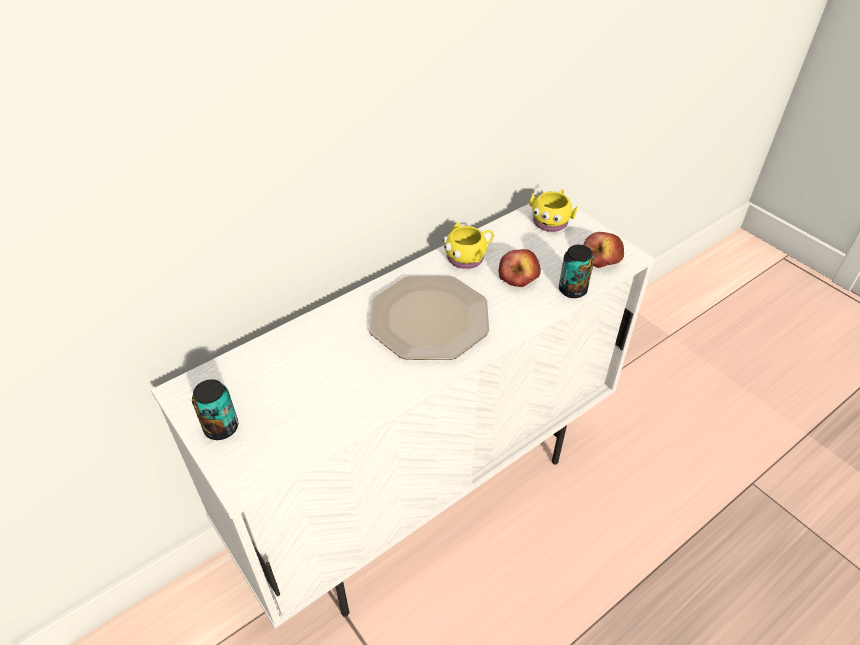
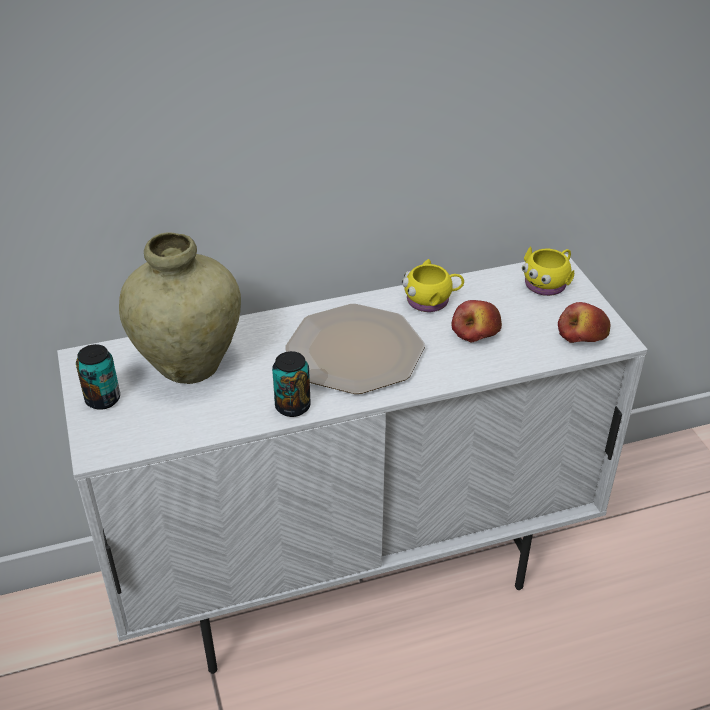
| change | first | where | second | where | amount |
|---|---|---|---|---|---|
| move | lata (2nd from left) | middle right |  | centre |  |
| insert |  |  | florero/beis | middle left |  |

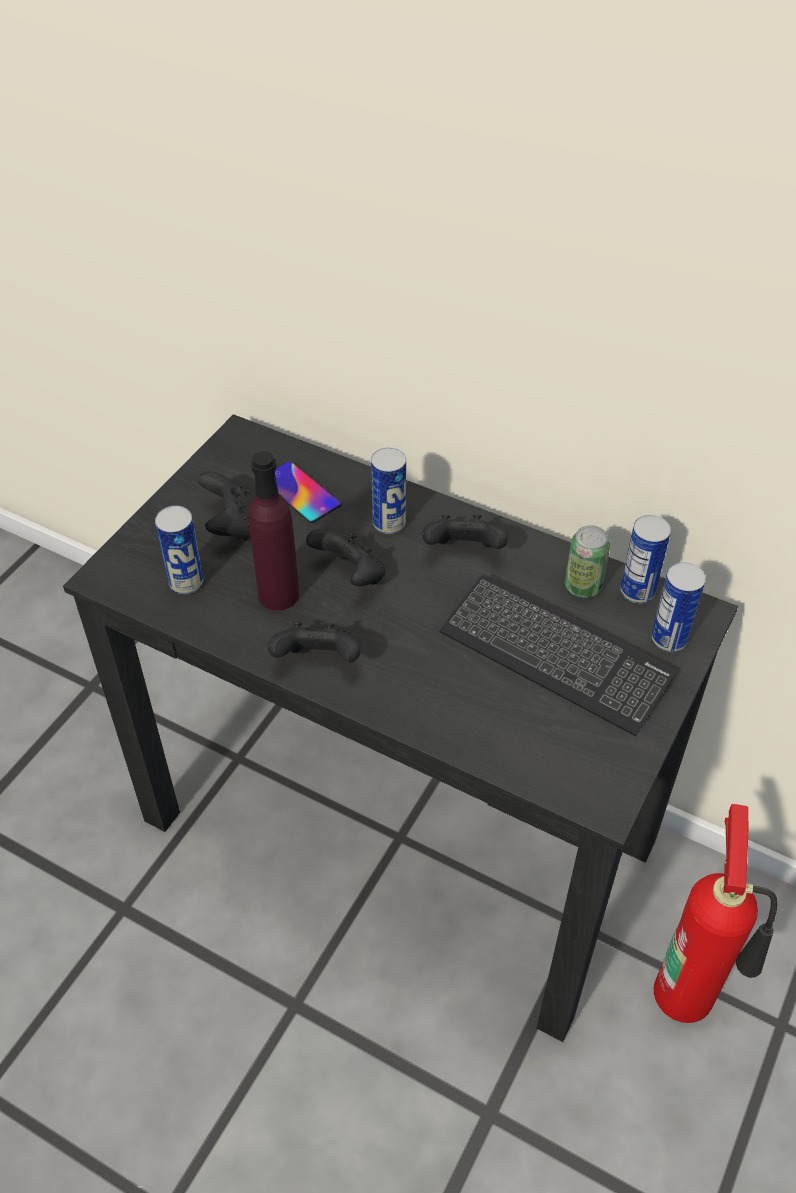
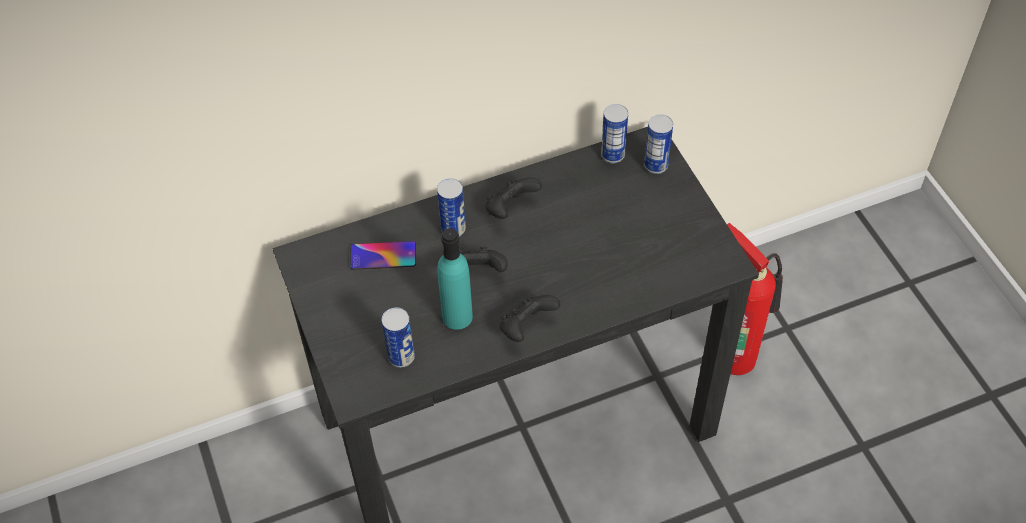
| change | first | where | second | where | amount |
|---|---|---|---|---|---|
| delete | mando de consola/negro (1st from left) | middle left |  |  |  |
| recolor | botella/morado | centre | botella/turquesa | centre |  |
| delete | teclado | middle right |  |  |  |
| delete | lata (3rd from left) | middle right |  |  |  |

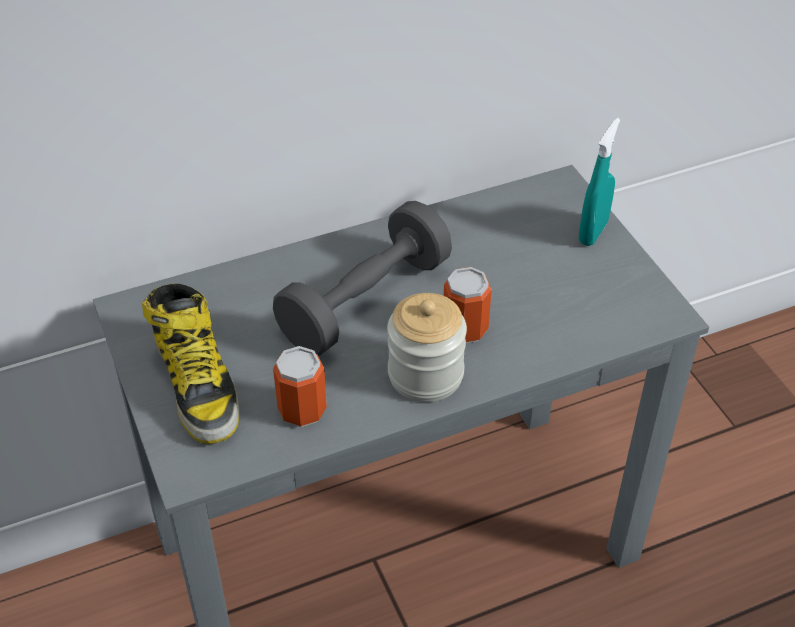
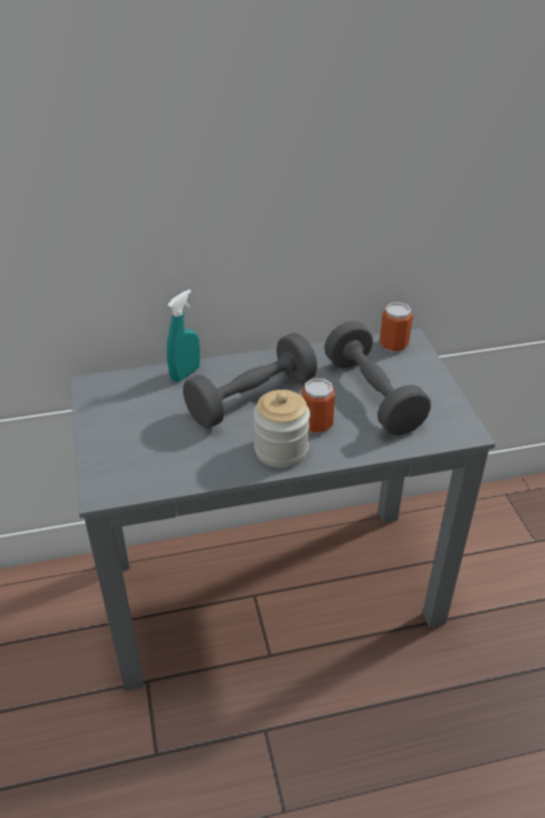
| change | first | where | second | where | amount |
|---|---|---|---|---|---|
| delete | bota | middle left |  |  |  |
| move | lata (1st from left in the first image) | centre | lata (2nd from left) | middle right |  |
| move | pulverizador/turquesa | top right |  | centre |  |
| insert |  |  | mancuerna/gris (2nd from left) | middle right |  |

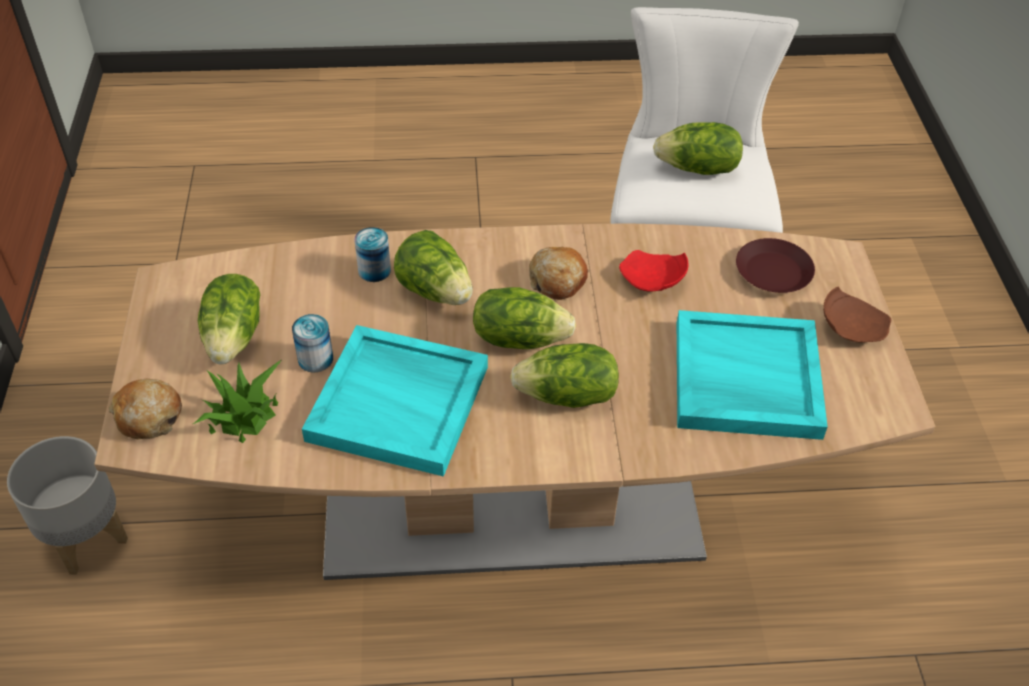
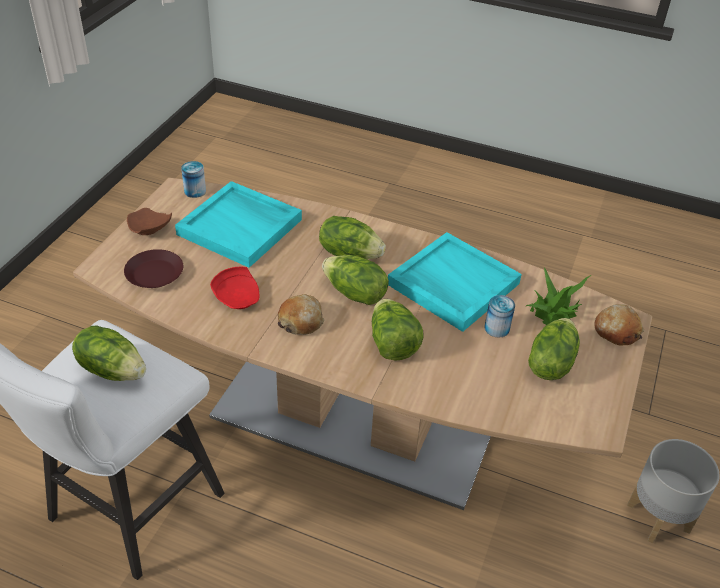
| change | first | where | second | where | amount |
|---|---|---|---|---|---|
| move | lata (2nd from left in the first image) | centre | lata (1st from left) | top left |  |

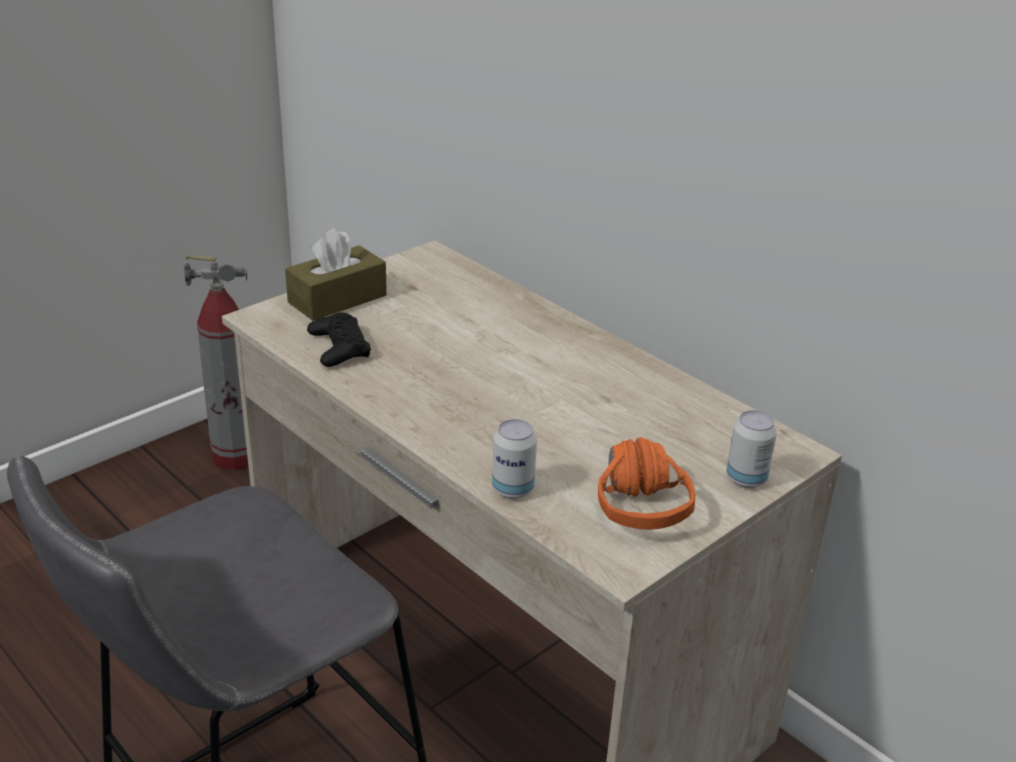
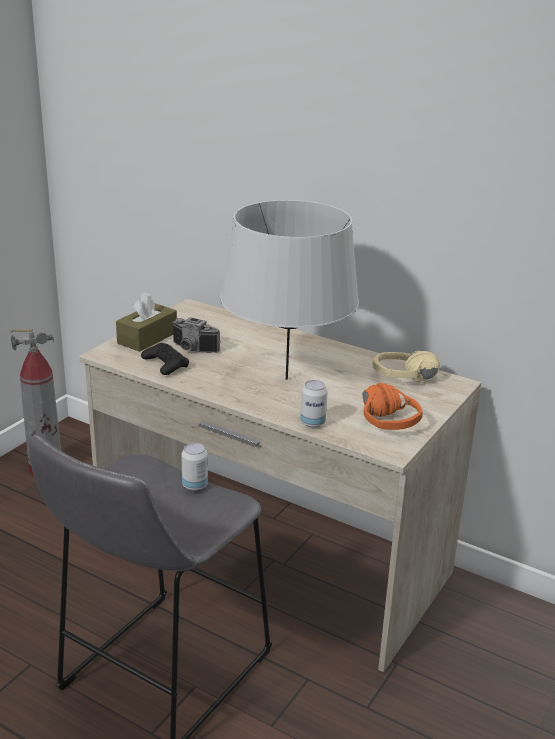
| change | first | where | second | where | amount |
|---|---|---|---|---|---|
| move | lata (2nd from left in the first image) | middle right | lata (1st from left) | centre |  |
| insert |  |  | cámara | centre |  |
| insert |  |  | lámpara de mesa/gris | centre |  |
| insert |  |  | auriculares/beis | middle right |  |

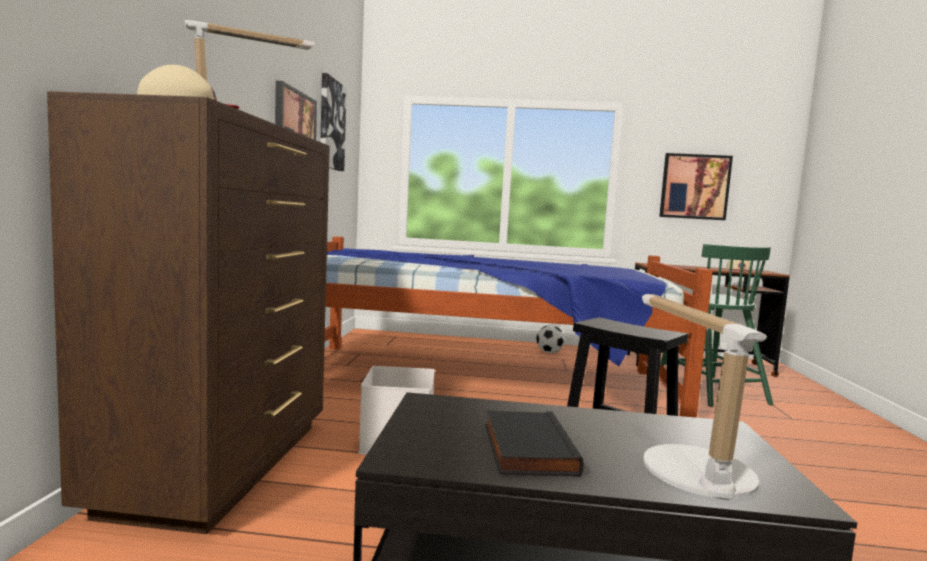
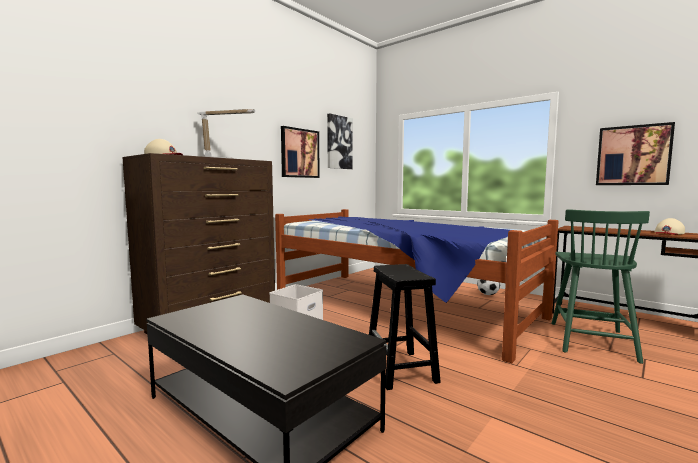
| change | first | where | second | where | amount |
|---|---|---|---|---|---|
| delete | libro/negro | bottom centre |  |  |  |
| delete | lámpara de mesa (2nd from left) | bottom right |  |  |  |

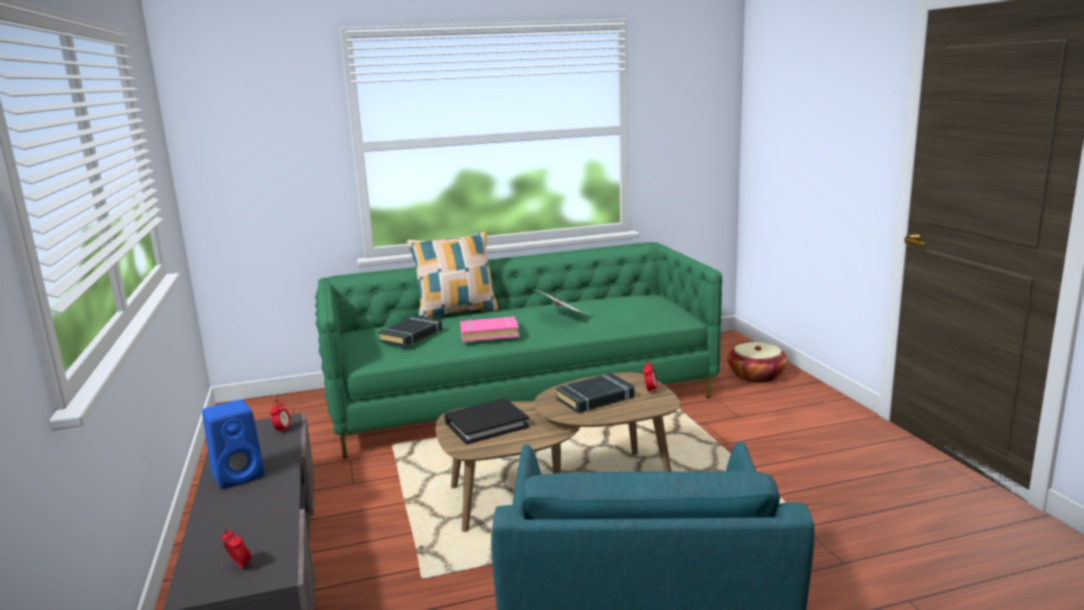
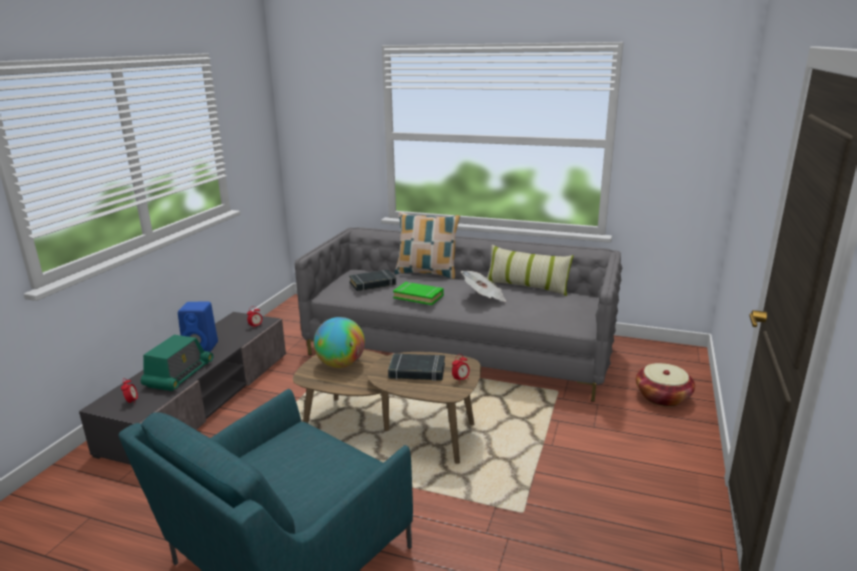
| change | first | where | second | where | amount |
|---|---|---|---|---|---|
| recolor | sofá/verde | centre | sofá/gris | centre |  |
| replace | libro/negro (2nd from left) | bottom centre | globo terráqueo | centre |  |
| recolor | libro/rosa | centre | libro/verde | centre |  |
| insert |  |  | radio | middle left |  |
| insert |  |  | cojín (2nd from left) | centre |  |

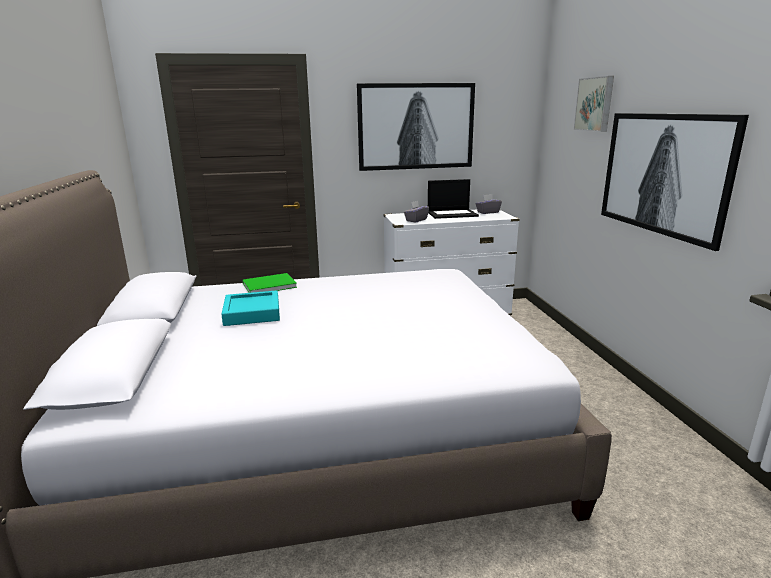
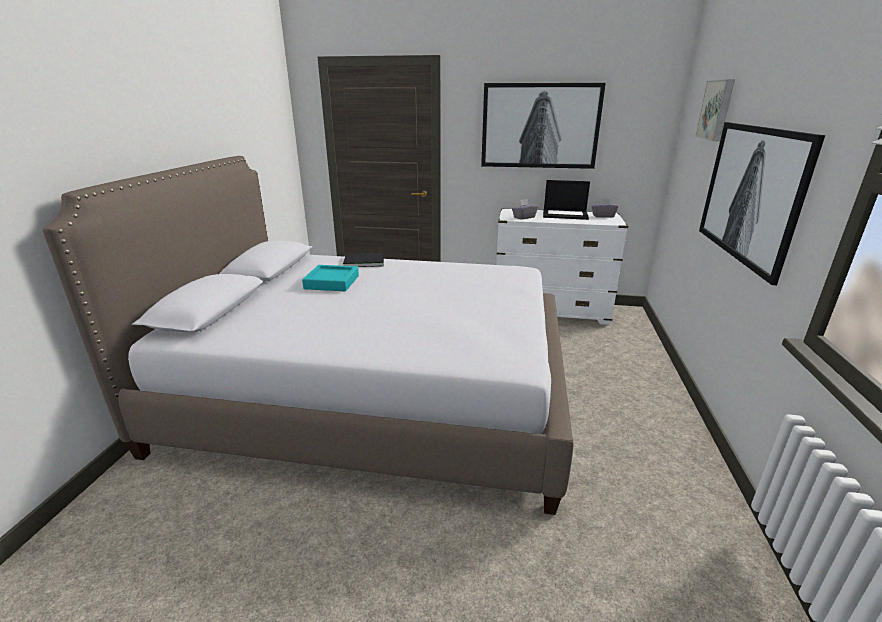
| change | first | where | second | where | amount |
|---|---|---|---|---|---|
| recolor | libro/verde | centre | libro/negro | centre |  |

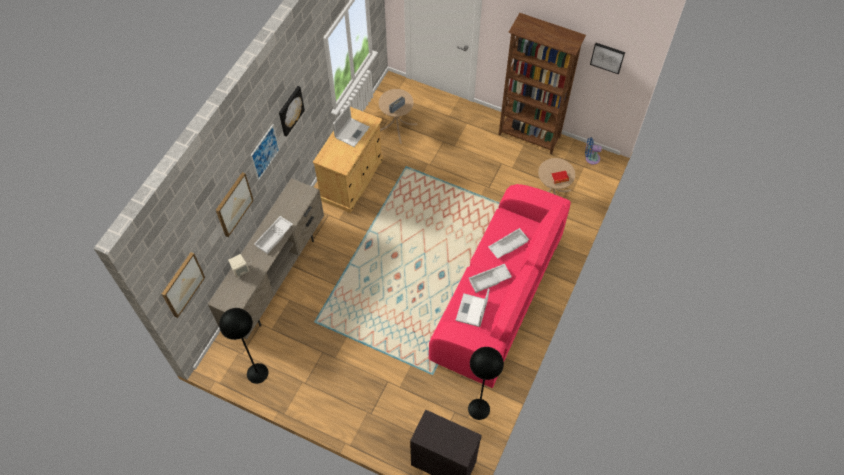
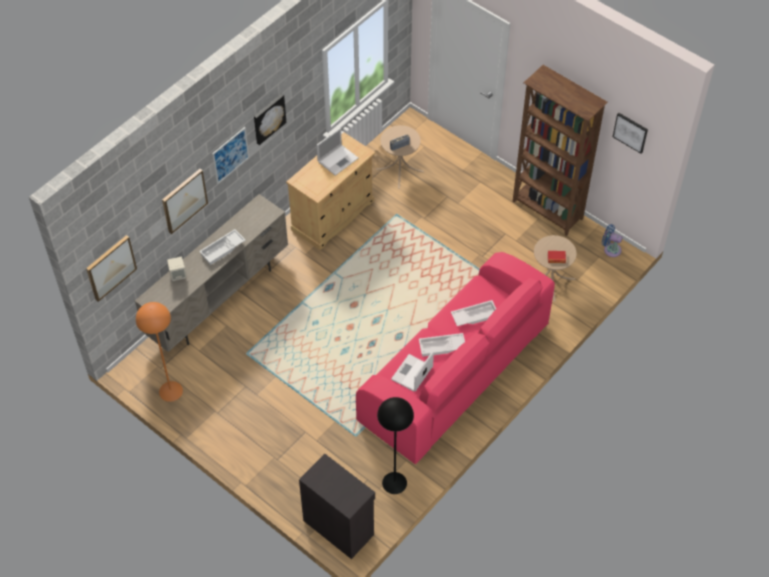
| change | first | where | second | where | amount |
|---|---|---|---|---|---|
| recolor | lámpara de pie/negro (1st from left) | bottom left | lámpara de pie/naranja | middle left |  |

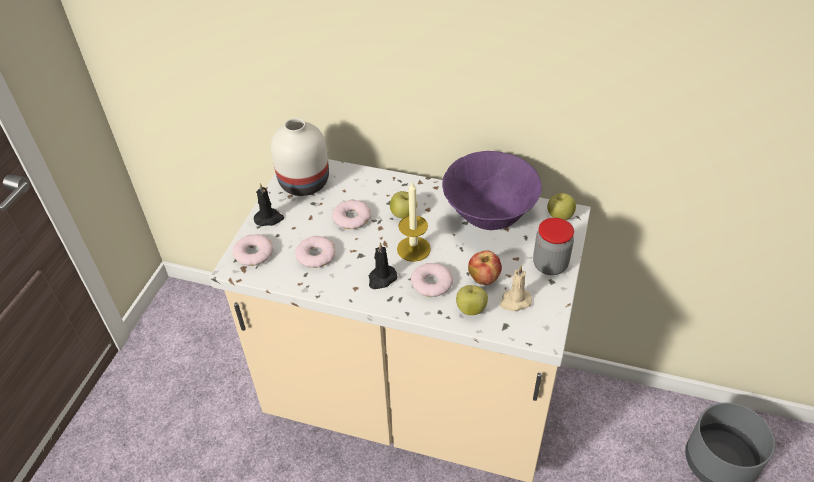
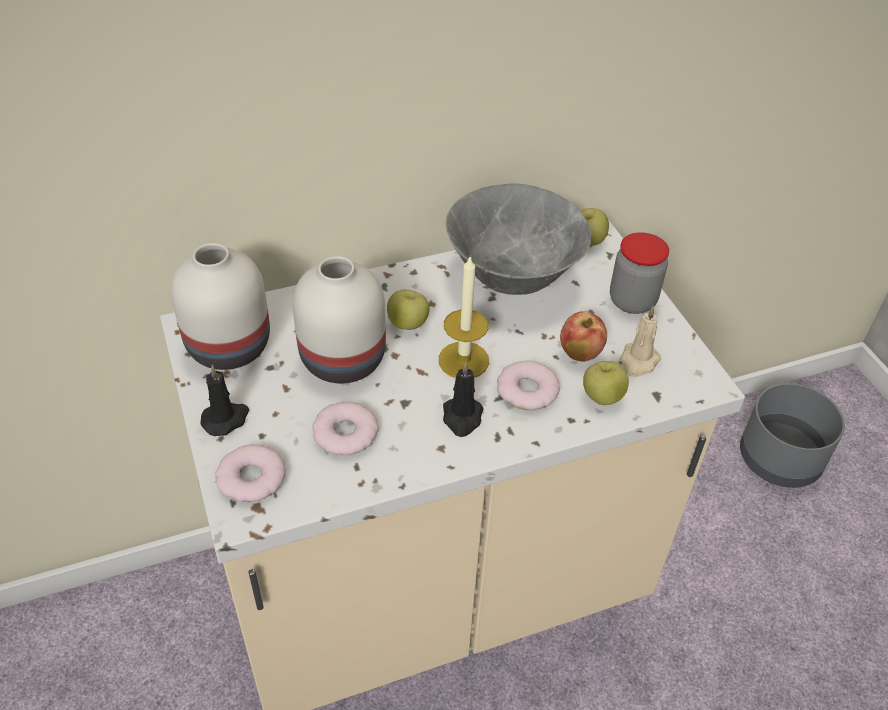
| change | first | where | second | where | amount |
|---|---|---|---|---|---|
| replace | rosquilla (3rd from left) | centre | florero/blanco (2nd from left) | centre |  |
| recolor | cuenco/morado | centre | cuenco/gris | centre |  |

